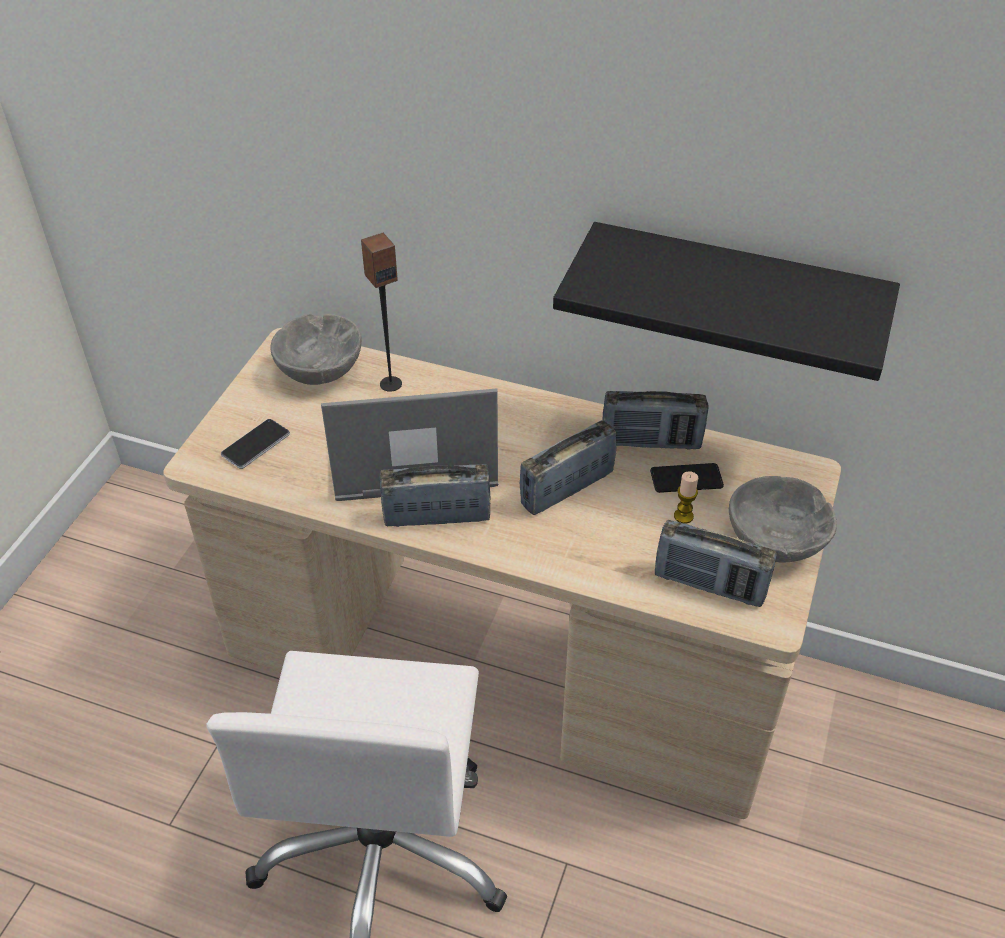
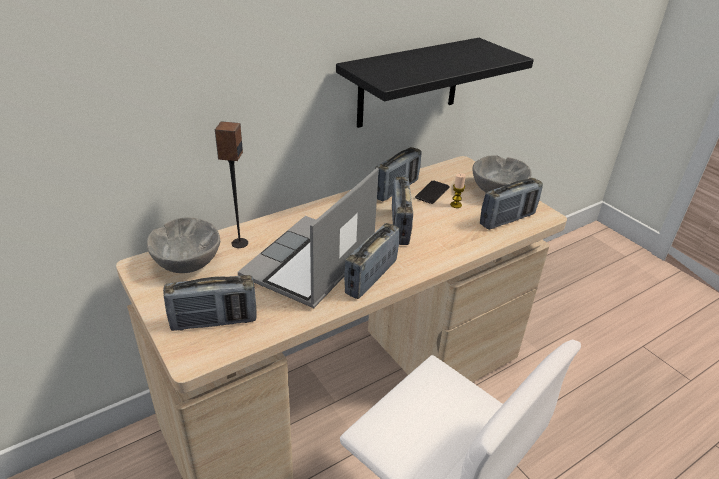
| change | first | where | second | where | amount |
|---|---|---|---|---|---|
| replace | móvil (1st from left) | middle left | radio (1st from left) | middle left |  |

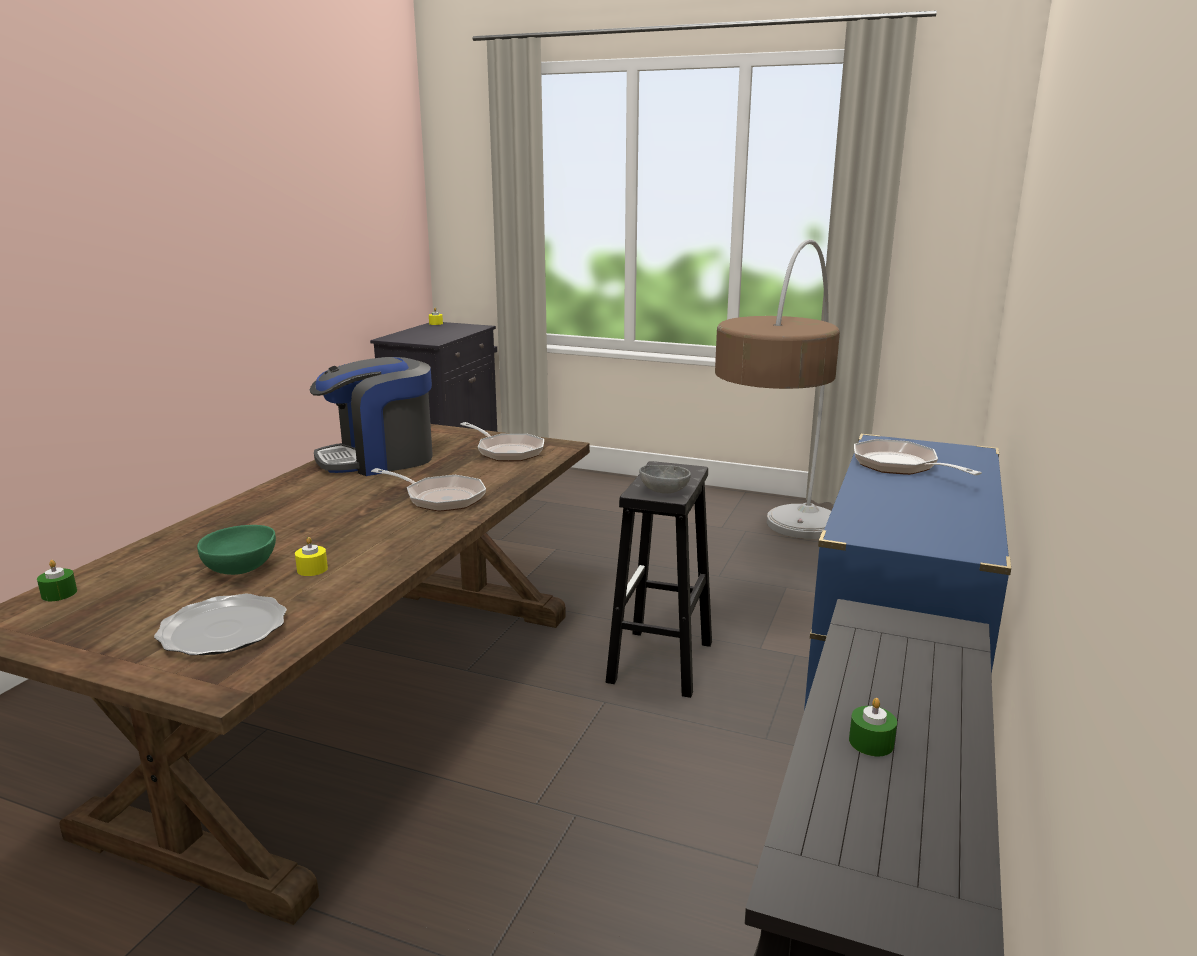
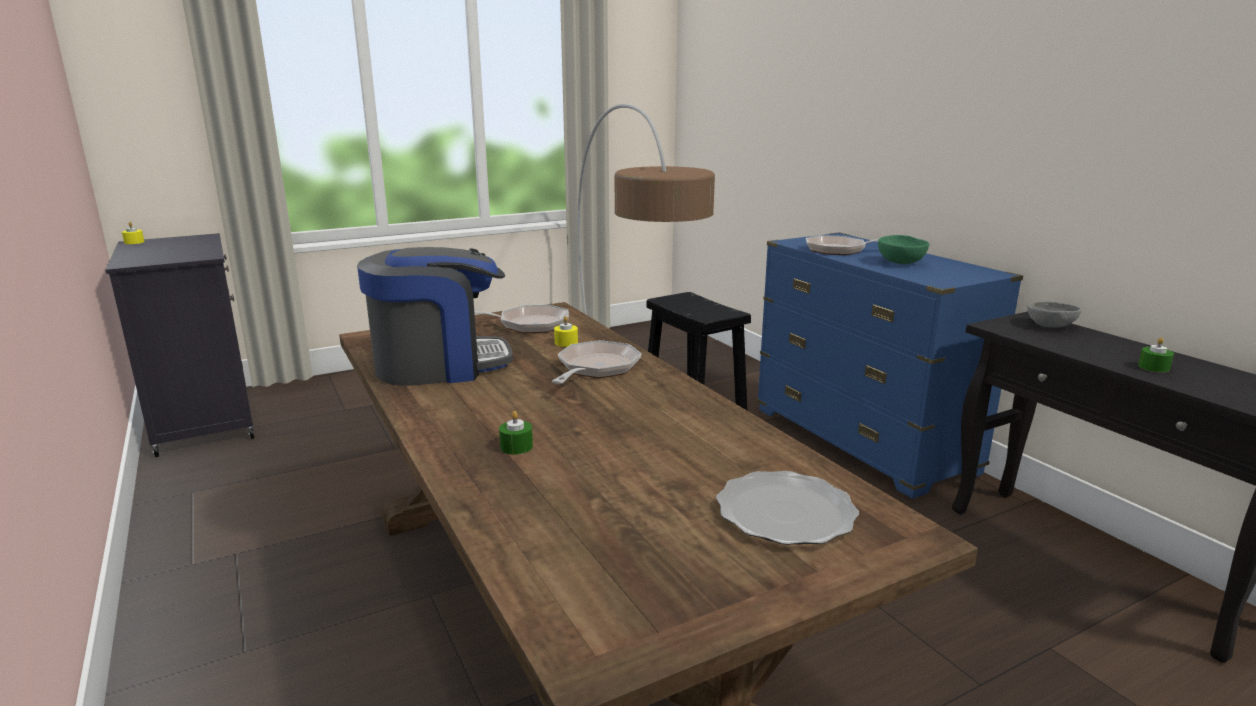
| change | first | where | second | where | amount |
|---|---|---|---|---|---|
| move | vela/verde (1st from left) | middle left |  | centre |  |
| move | cuenco/verde | middle left |  | middle right |  |
| move | vela/amarillo (1st from left in the first image) | middle left | vela/amarillo (2nd from left) | centre |  |
| rotate | cafetera | middle left |  | centre | 120 degrees counterclockwise |
| rotate | sartén (1st from left in the first image) | centre | sartén (2nd from left) | centre | 45 degrees counterclockwise |
| move | cuenco/gris | centre |  | middle right |  |

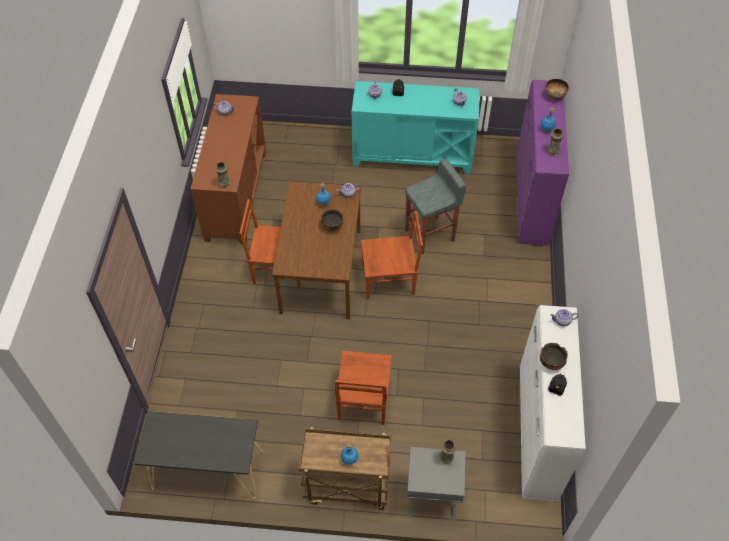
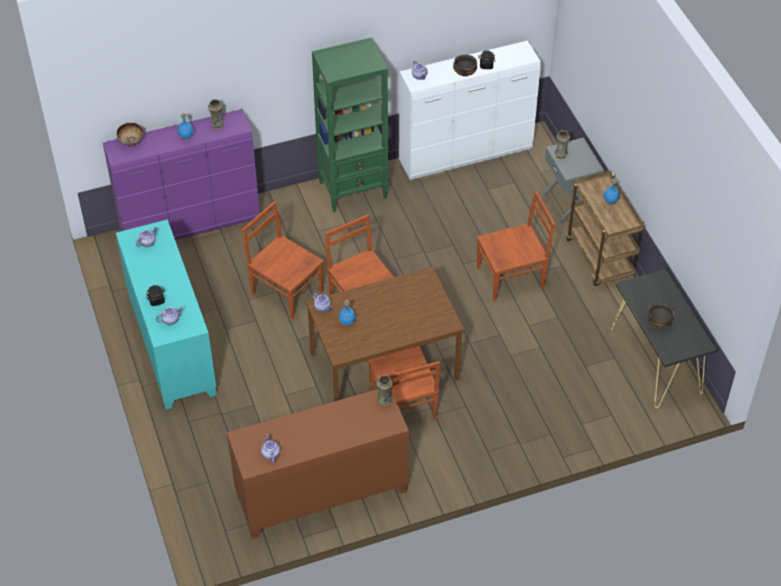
| change | first | where | second | where | amount |
|---|---|---|---|---|---|
| move | cuenco (1st from left in the first image) | centre | cuenco (3rd from left) | middle right |  |
| replace | taburete/gris | centre | silla/marrón (1st from left) | centre |  |
| insert |  |  | estantería/verde | top centre |  |

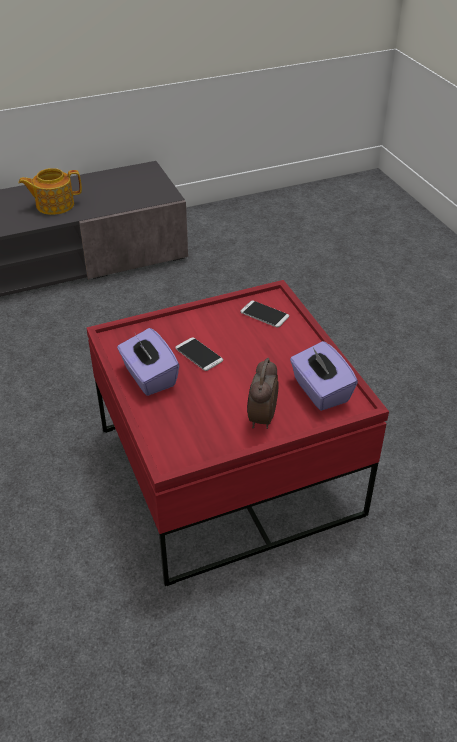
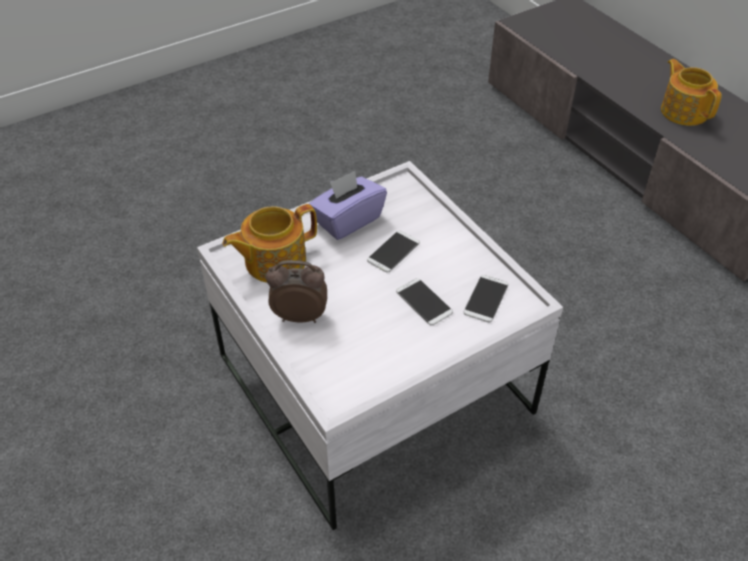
| change | first | where | second | where | amount |
|---|---|---|---|---|---|
| recolor | mesa de centro/rojo | centre | mesa de centro/blanco | centre |  |
| delete | caja de pañuelos/morado (2nd from left) | middle right |  |  |  |
| insert |  |  | tetera (1st from left) | centre |  |
| insert |  |  | móvil (2nd from left) | centre |  |

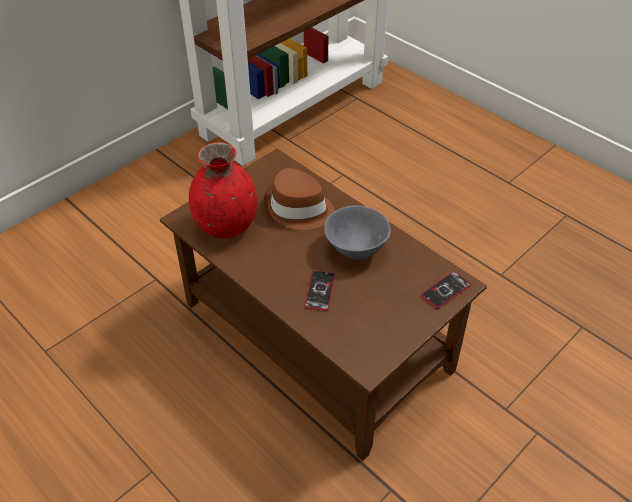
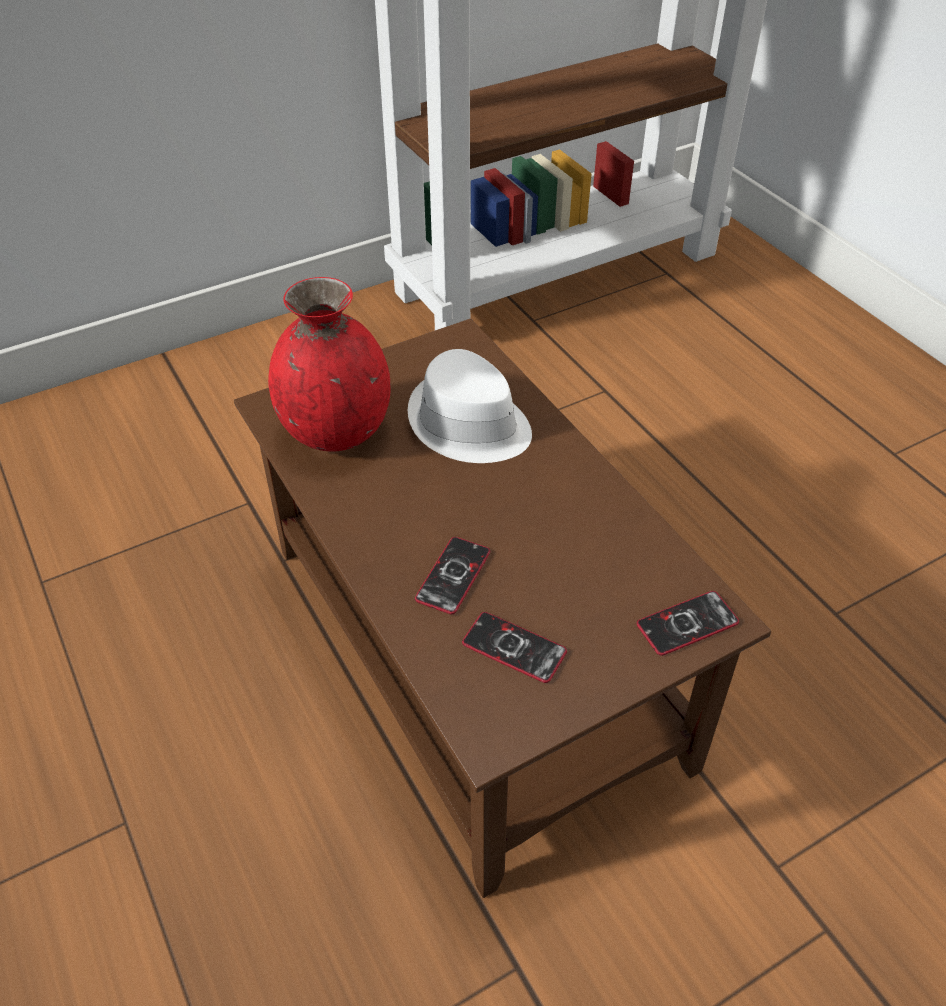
| change | first | where | second | where | amount |
|---|---|---|---|---|---|
| recolor | sombrero/marrón | centre | sombrero/blanco | centre |  |
| delete | cuenco/gris | centre |  |  |  |
| insert |  |  | móvil (2nd from left) | centre |  |

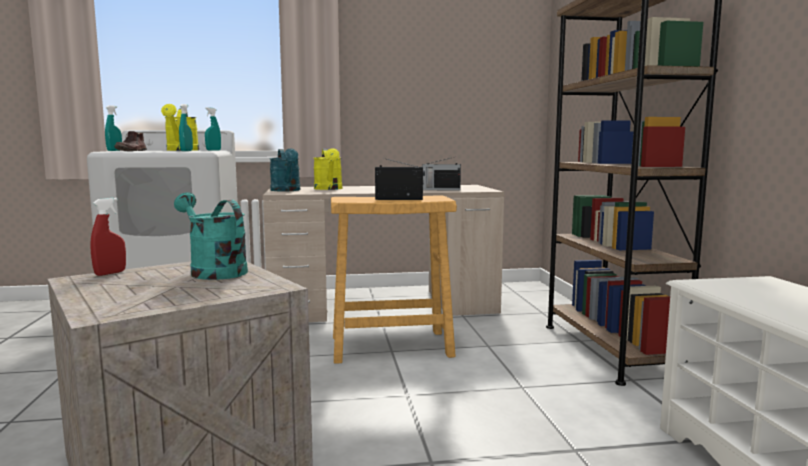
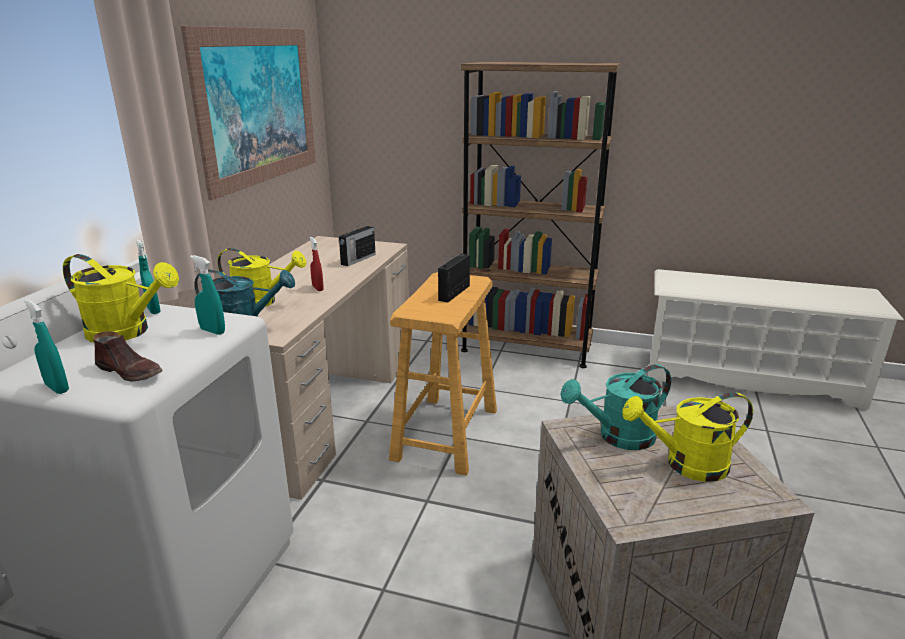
| change | first | where | second | where | amount |
|---|---|---|---|---|---|
| move | pulverizador/rojo | middle left |  | centre |  |
| insert |  |  | cuadro | top left |  |
| insert |  |  | regadera/amarillo (3rd from left) | bottom right |  |

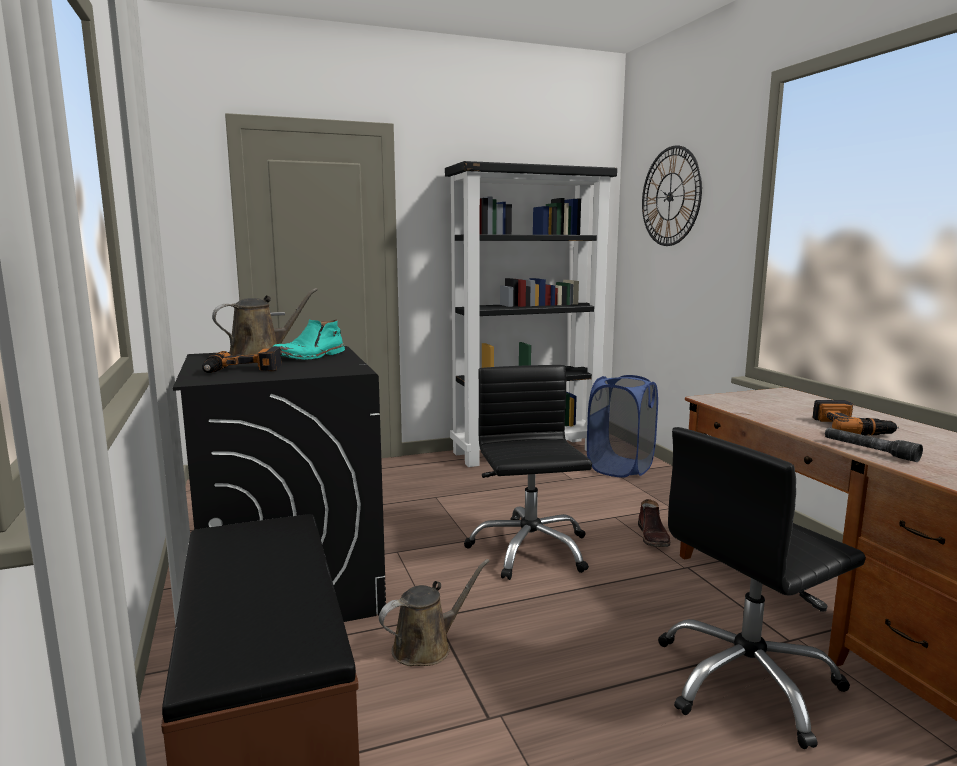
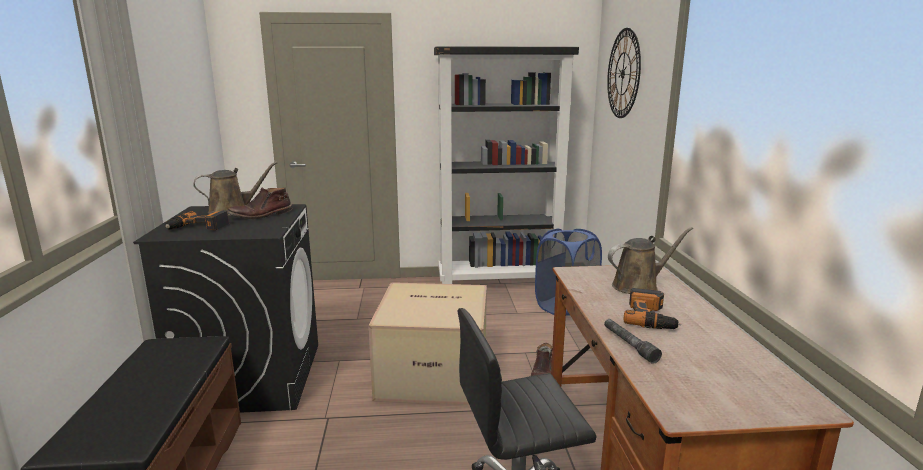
| change | first | where | second | where | amount |
|---|---|---|---|---|---|
| recolor | bota/turquesa | middle left | bota/marrón (1st from left) | middle left |  |
| move | regadera/marrón (2nd from left) | bottom centre |  | middle right |  |
| replace | silla de oficina/negro (1st from left) | centre | caja de cartón | bottom centre |  |

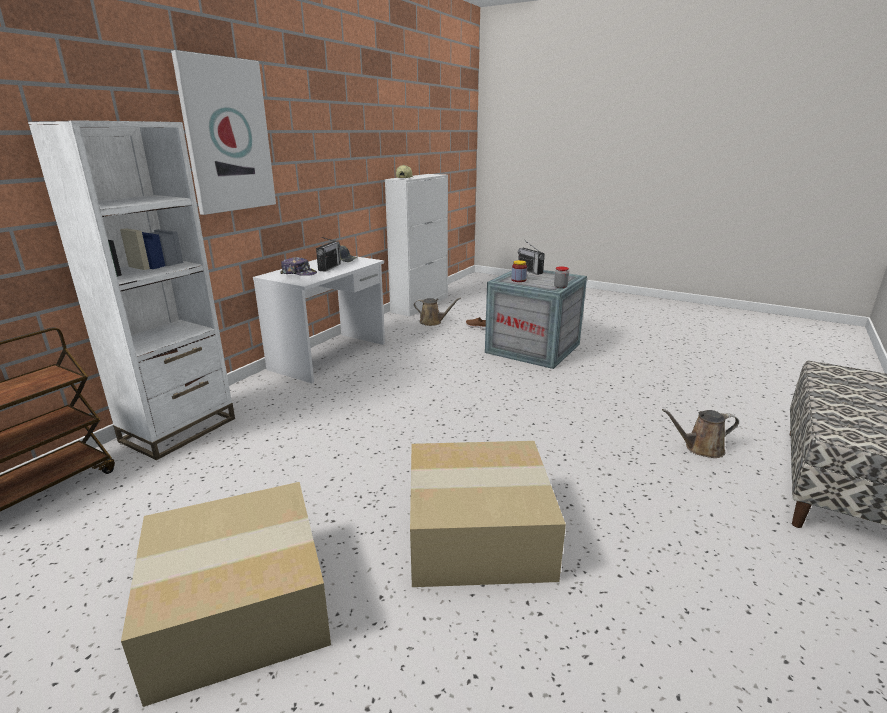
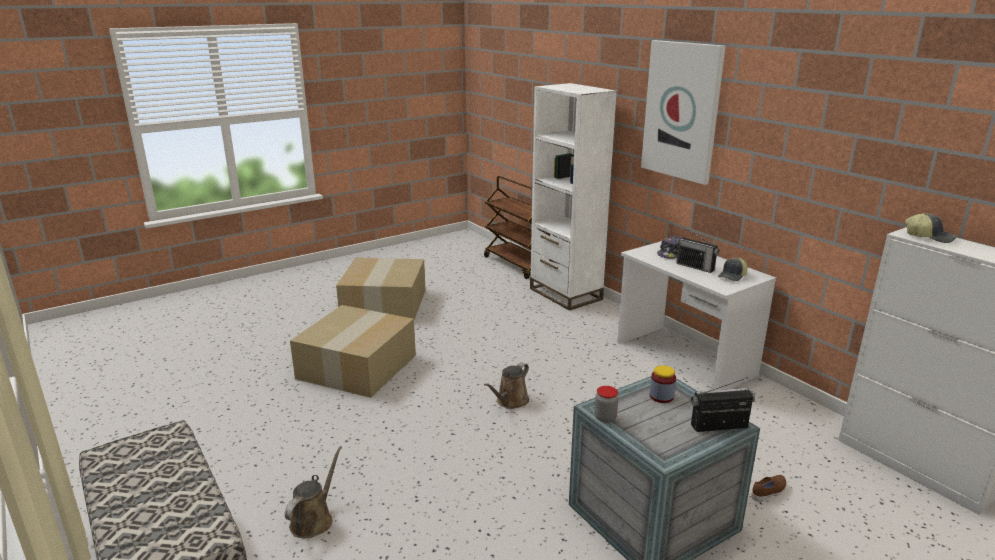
| change | first | where | second | where | amount |
|---|---|---|---|---|---|
| move | regadera/marrón (1st from left in the first image) | centre | regadera/marrón (2nd from left) | bottom centre |  |

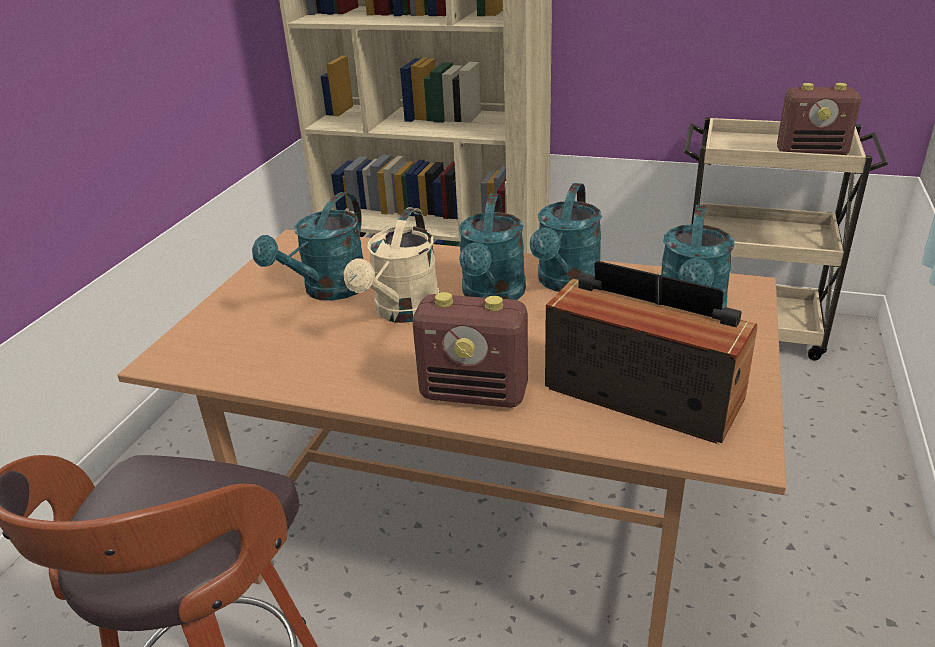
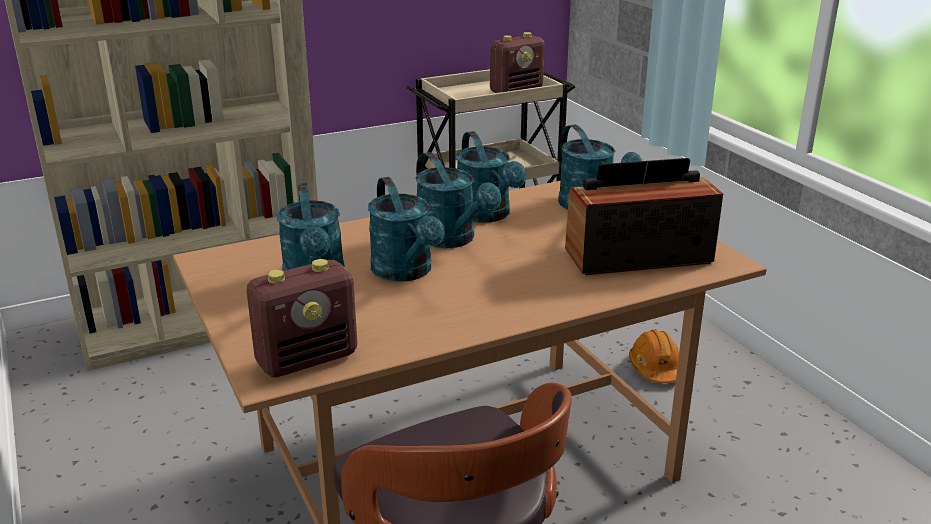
| change | first | where | second | where | amount |
|---|---|---|---|---|---|
| recolor | regadera/beis | centre | regadera/turquesa (2nd from left) | centre |  |
| move | radio (1st from left) | centre |  | middle left |  |
| insert |  |  | casco/naranja | bottom right |  |

